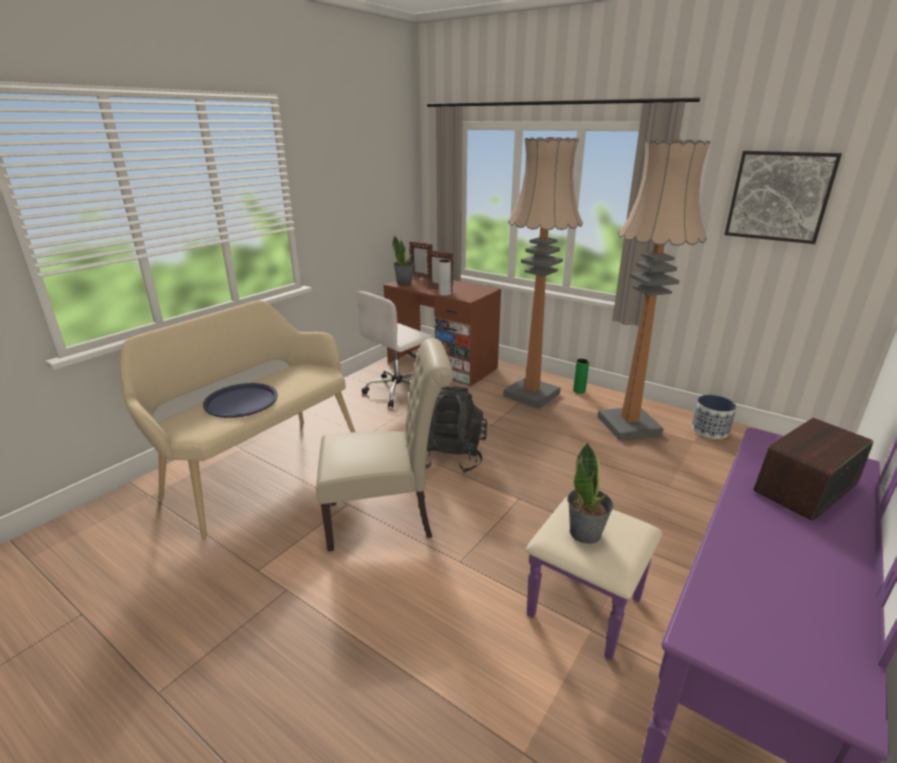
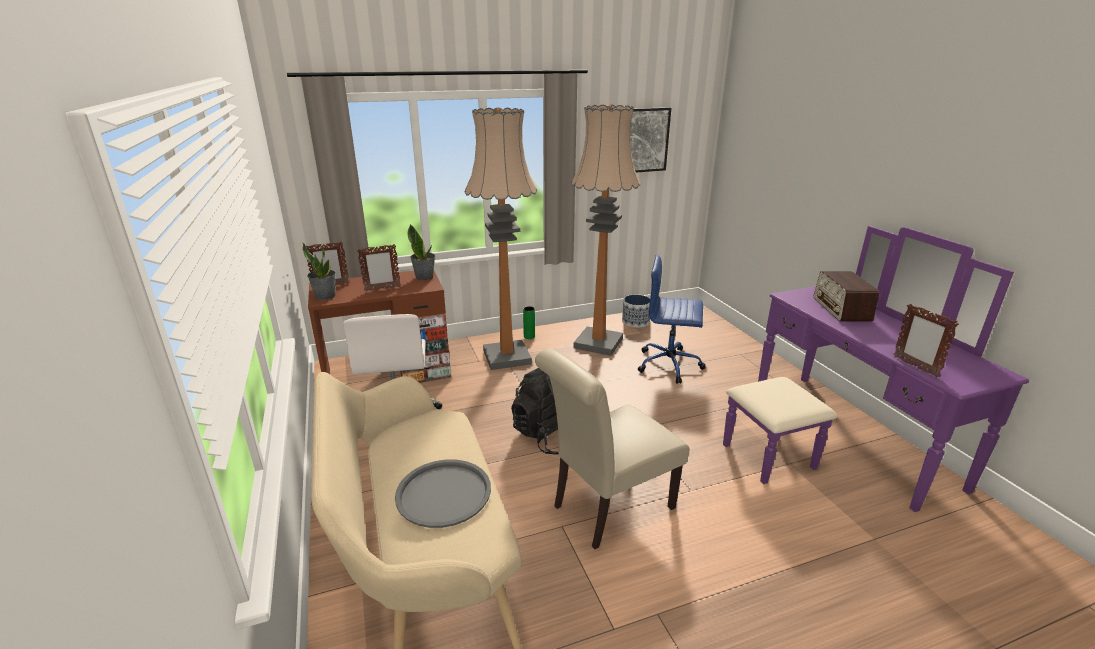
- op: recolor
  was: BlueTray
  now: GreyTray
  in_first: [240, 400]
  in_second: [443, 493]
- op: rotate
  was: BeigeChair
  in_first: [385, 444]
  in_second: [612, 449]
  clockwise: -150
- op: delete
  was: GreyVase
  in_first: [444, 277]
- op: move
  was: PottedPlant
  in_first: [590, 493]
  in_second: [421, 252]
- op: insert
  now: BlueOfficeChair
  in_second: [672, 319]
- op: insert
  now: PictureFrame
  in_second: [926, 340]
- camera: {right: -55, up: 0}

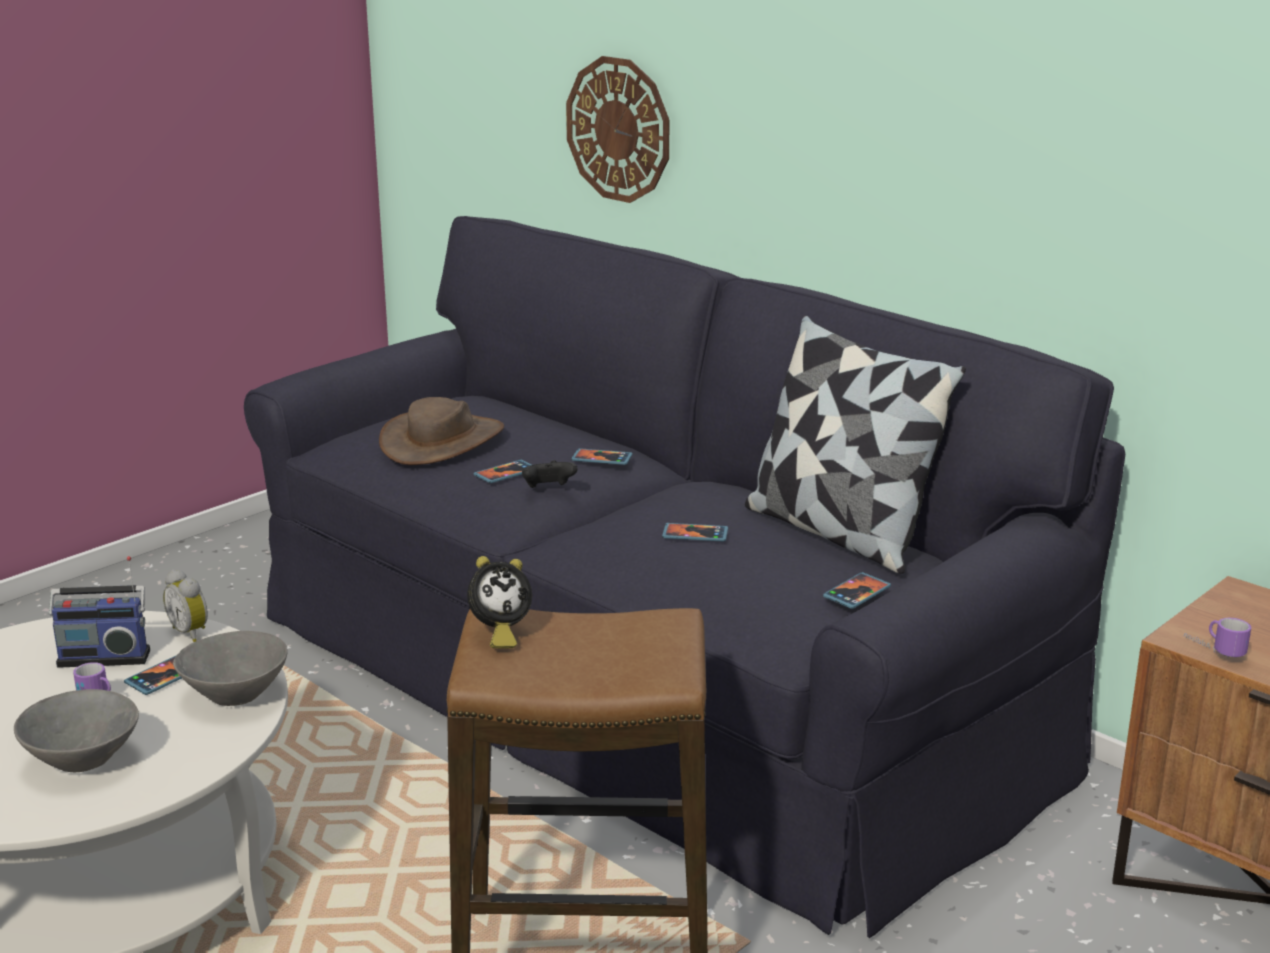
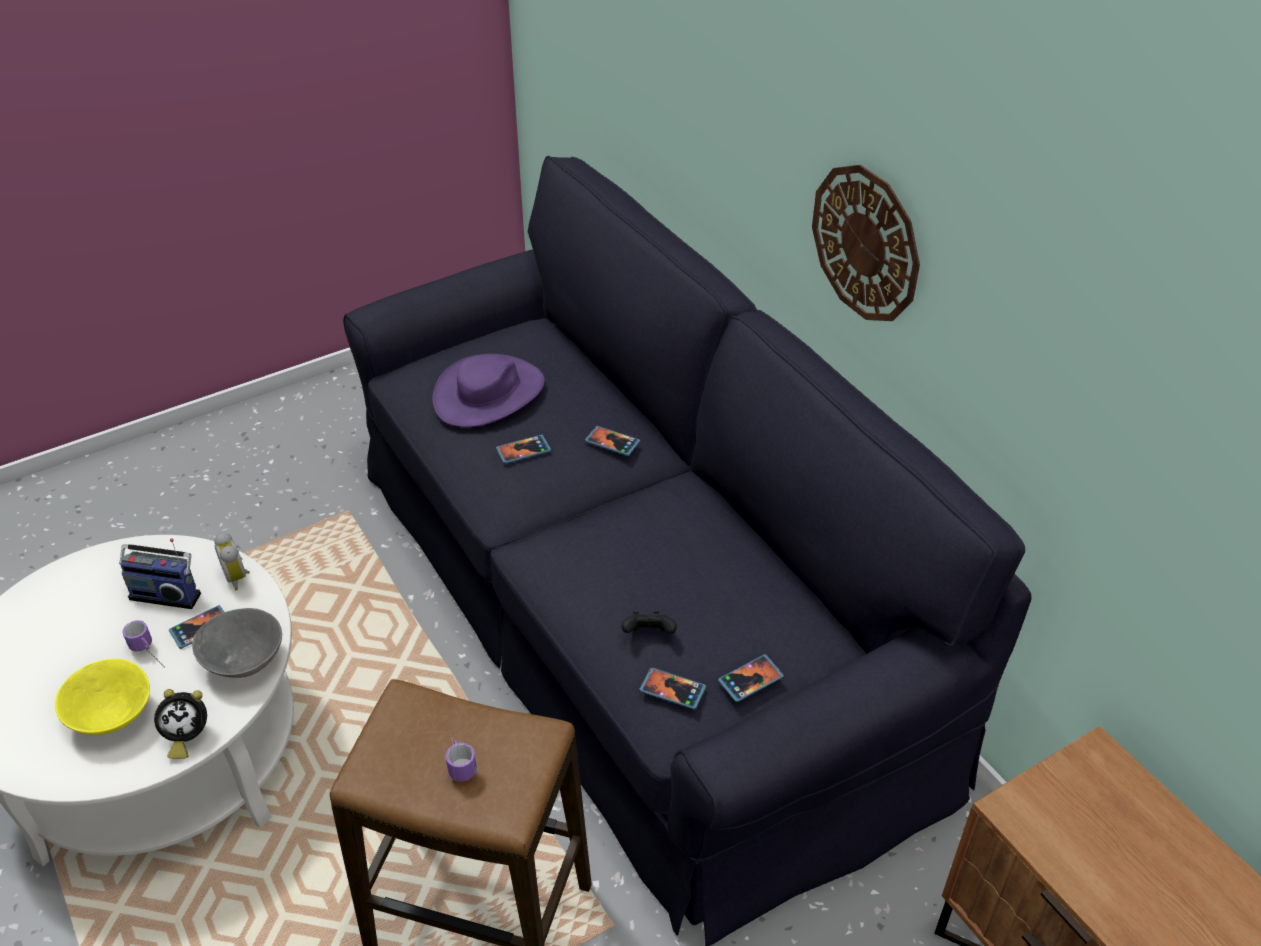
- op: recolor
  was: GreyBowl
  now: YellowBowl
  in_first: [76, 730]
  in_second: [102, 697]
- op: recolor
  was: BrownHat
  now: PurpleHat
  in_first: [441, 431]
  in_second: [488, 390]
- op: move
  was: AlarmClock
  in_first: [499, 602]
  in_second: [180, 724]
- op: move
  was: BlackGameController
  in_first: [550, 474]
  in_second: [649, 622]
- op: move
  was: WallClock
  in_first: [617, 129]
  in_second: [866, 243]
- op: move
  was: Phone
  in_first: [695, 532]
  in_second: [672, 689]
- op: delete
  was: Pillow
  in_first: [855, 444]
- op: move
  was: Mug
  in_first: [1217, 637]
  in_second: [461, 758]
- camera: {right: 15, up: 20}

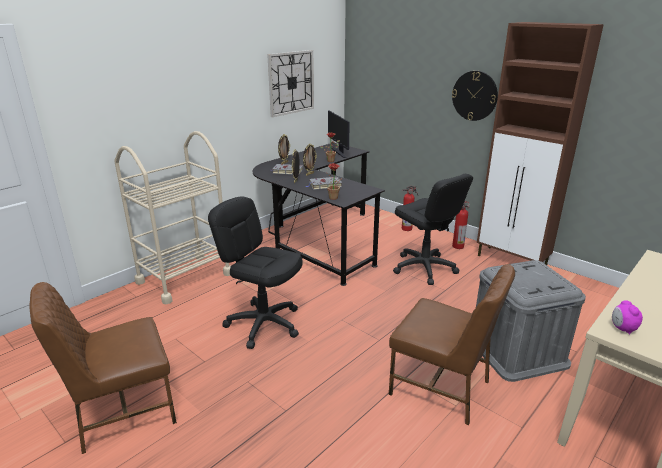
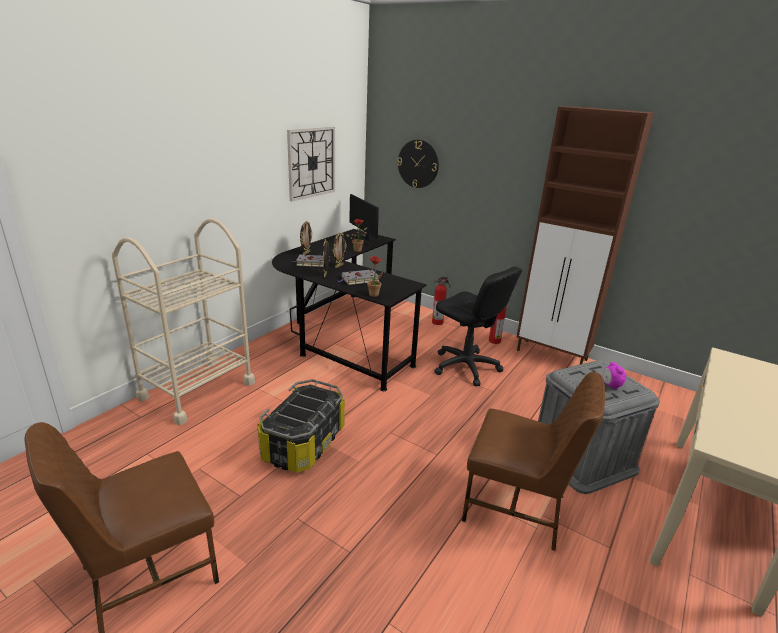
- op: replace
  was: BlackOfficeChair
  now: StorageBox
  in_first: [255, 273]
  in_second: [301, 425]
- op: move
  was: WallClock
  in_first: [475, 96]
  in_second: [418, 164]
- op: move
  was: AlarmClock
  in_first: [627, 317]
  in_second: [614, 376]
- camera: {right: -10, up: 0}

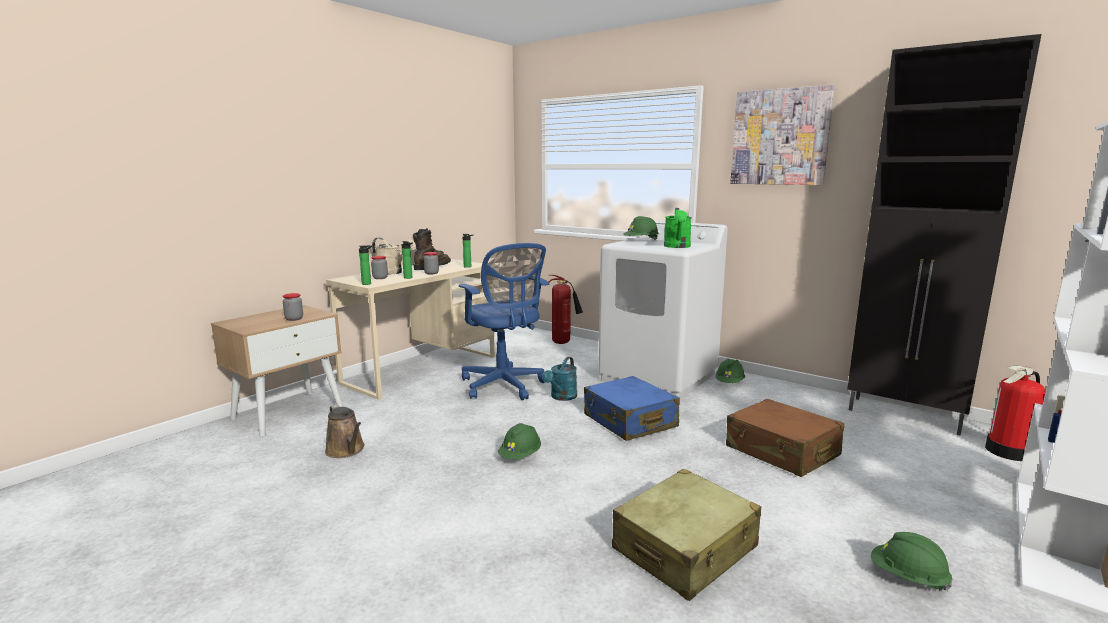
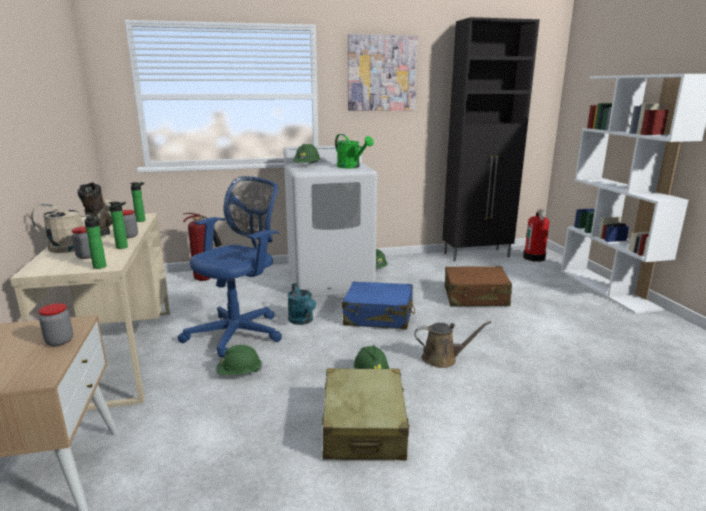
- op: move
  was: BrownWateringCan
  in_first: [345, 431]
  in_second: [452, 344]
- op: rotate
  was: BlueOfficeChair
  in_first: [504, 321]
  in_second: [230, 266]
  clockwise: -60
- op: move
  was: BeigeSuitcase
  in_first: [686, 535]
  in_second: [366, 414]
- op: move
  was: GreenHardHat
  in_first: [911, 561]
  in_second: [239, 360]
- camera: {right: -50, up: 5}

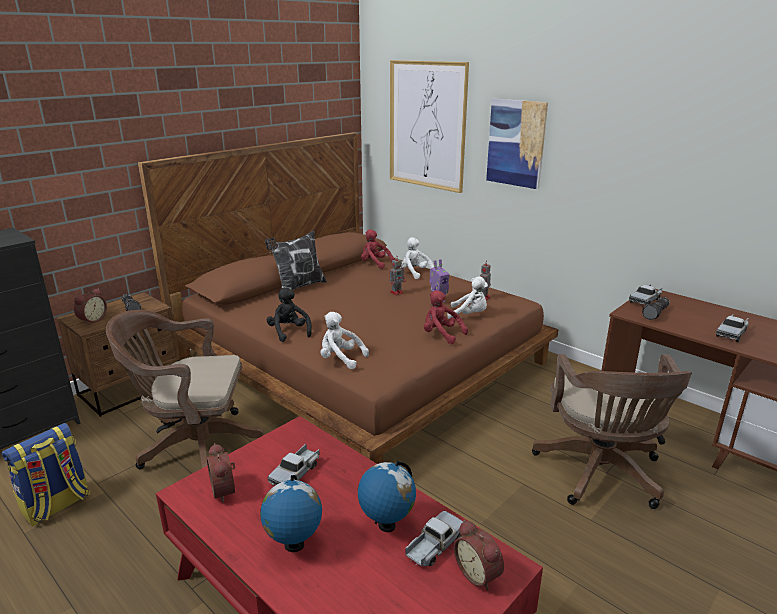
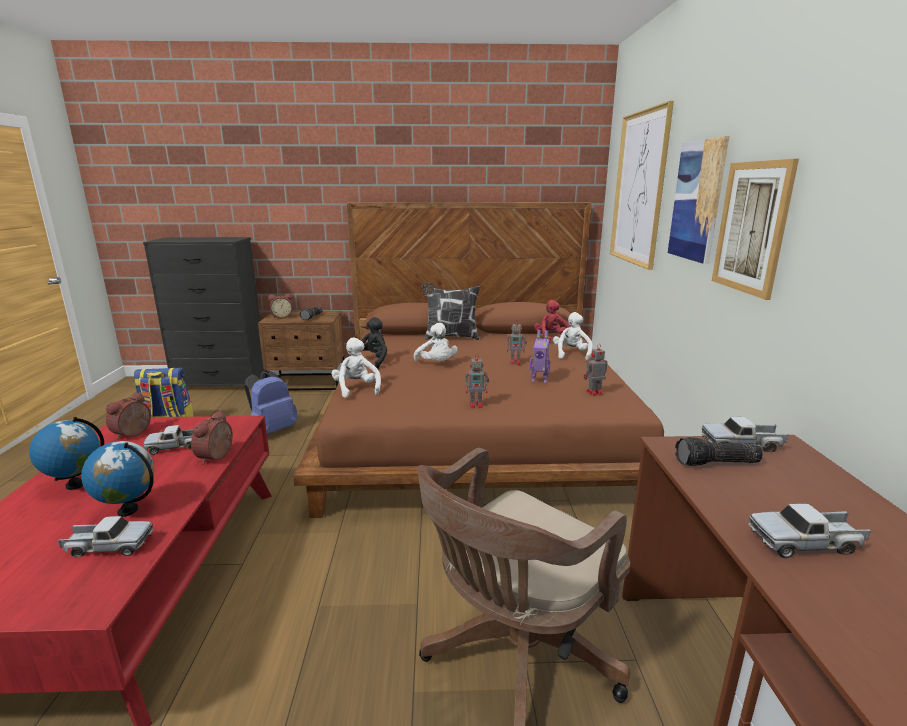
- op: replace
  was: BrownOfficeChair
  now: BlueBackpack
  in_first: [185, 389]
  in_second: [271, 402]
- op: replace
  was: RedPlushToy
  now: ToyRobot
  in_first: [446, 317]
  in_second: [477, 380]
- op: move
  was: WhitePlushToy
  in_first: [467, 297]
  in_second: [436, 342]
- op: move
  was: AlarmClock
  in_first: [479, 555]
  in_second: [212, 438]
- op: insert
  now: Picture
  in_second: [755, 229]
- camera: {right: 45, up: -5}

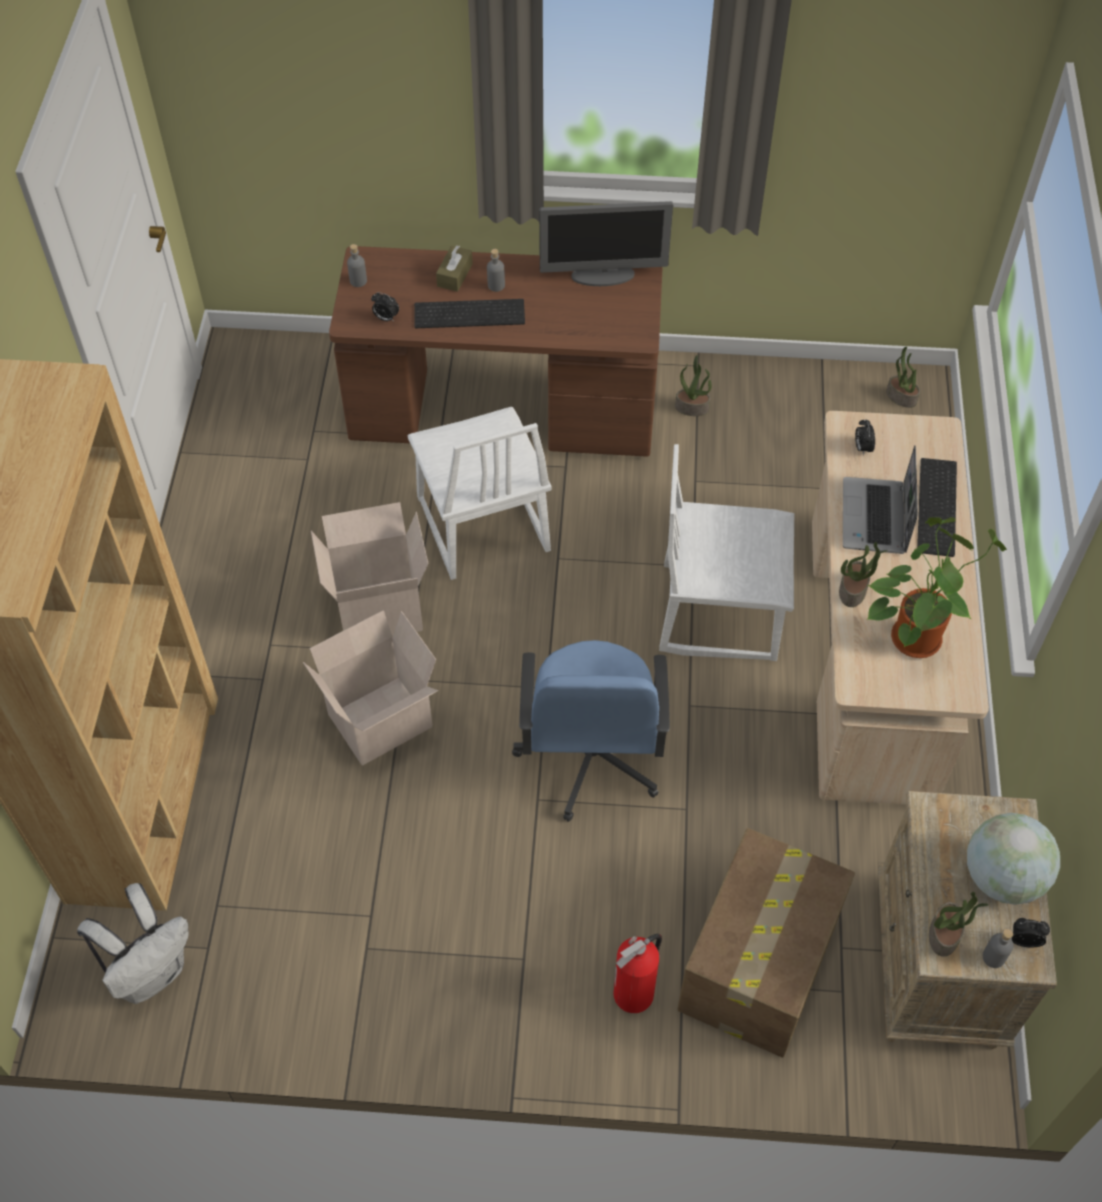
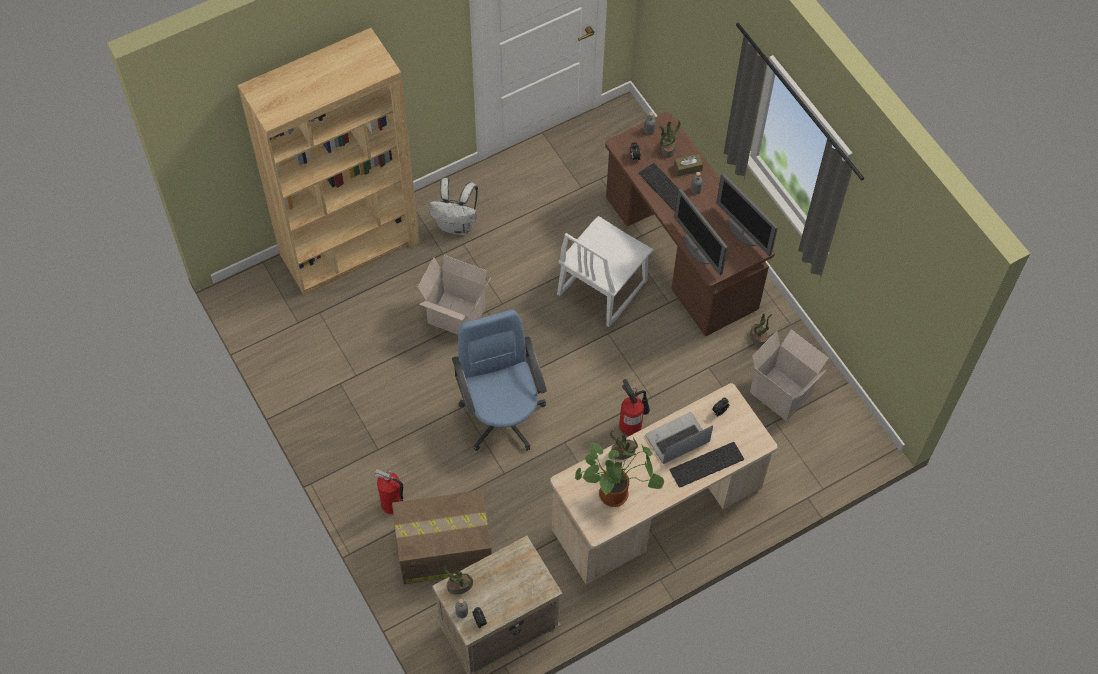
- op: move
  was: WhiteBackpack
  in_first: [133, 943]
  in_second: [453, 206]
- op: move
  was: CardboardBox
  in_first: [370, 569]
  in_second: [789, 375]
- op: rotate
  was: BlueOfficeChair
  in_first: [591, 731]
  in_second: [499, 380]
  clockwise: 105
- op: replace
  was: WhiteChair
  now: FireExtinguisher
  in_first: [726, 552]
  in_second: [634, 407]
- op: move
  was: PottedPlant
  in_first: [903, 377]
  in_second: [669, 139]
- op: delete
  was: Globe
  in_first: [1013, 859]
- op: insert
  now: Monitor
  in_second: [701, 231]
- camera: {right: 55, up: 5}

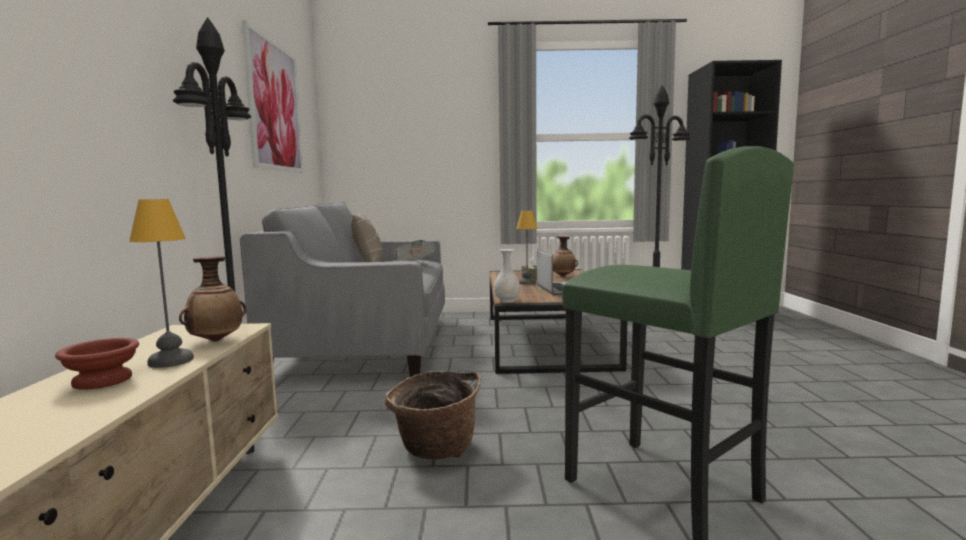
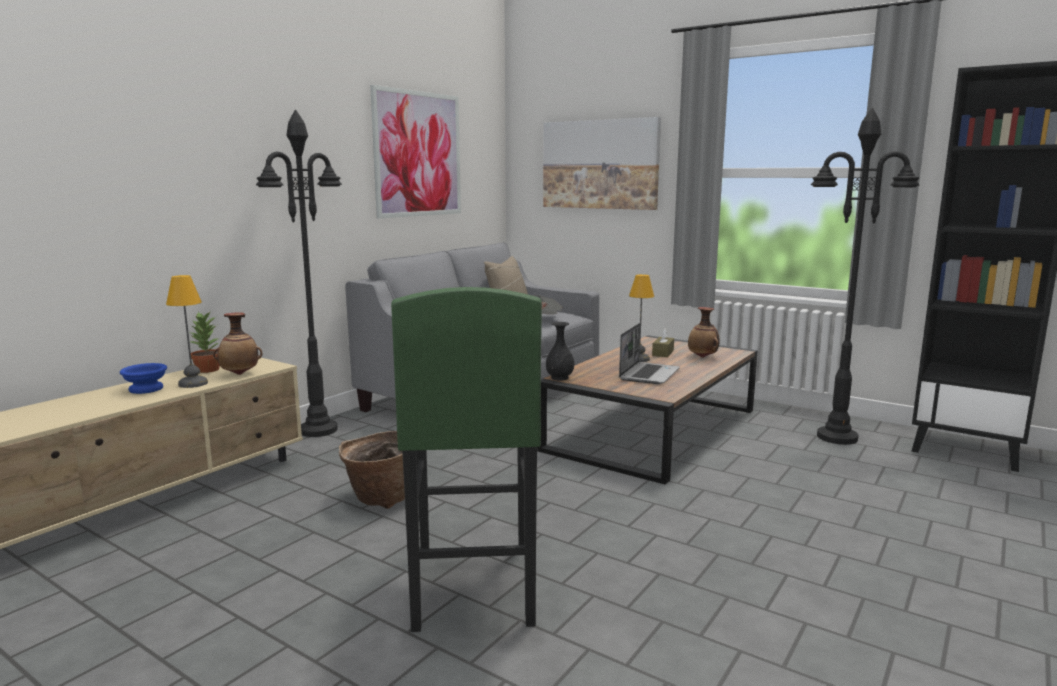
- op: recolor
  was: BrownBowl
  now: BlueBowl
  in_first: [97, 364]
  in_second: [143, 378]
- op: recolor
  was: WhiteVase
  now: BlackVase
  in_first: [507, 276]
  in_second: [560, 351]
- op: insert
  now: PottedPlant
  in_second: [205, 342]
- op: insert
  now: Picture
  in_second: [602, 163]
- camera: {right: 35, up: 5}

